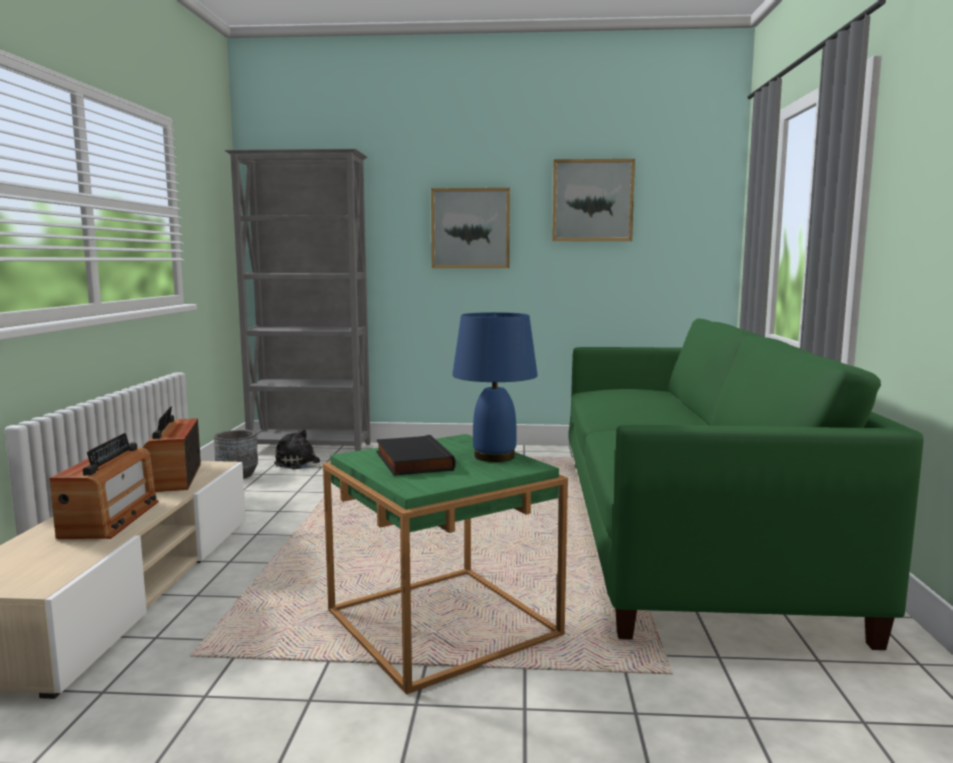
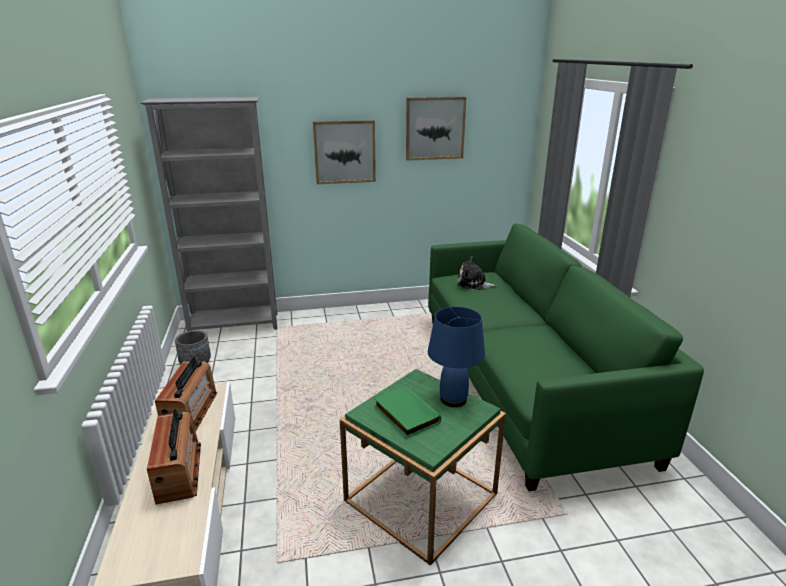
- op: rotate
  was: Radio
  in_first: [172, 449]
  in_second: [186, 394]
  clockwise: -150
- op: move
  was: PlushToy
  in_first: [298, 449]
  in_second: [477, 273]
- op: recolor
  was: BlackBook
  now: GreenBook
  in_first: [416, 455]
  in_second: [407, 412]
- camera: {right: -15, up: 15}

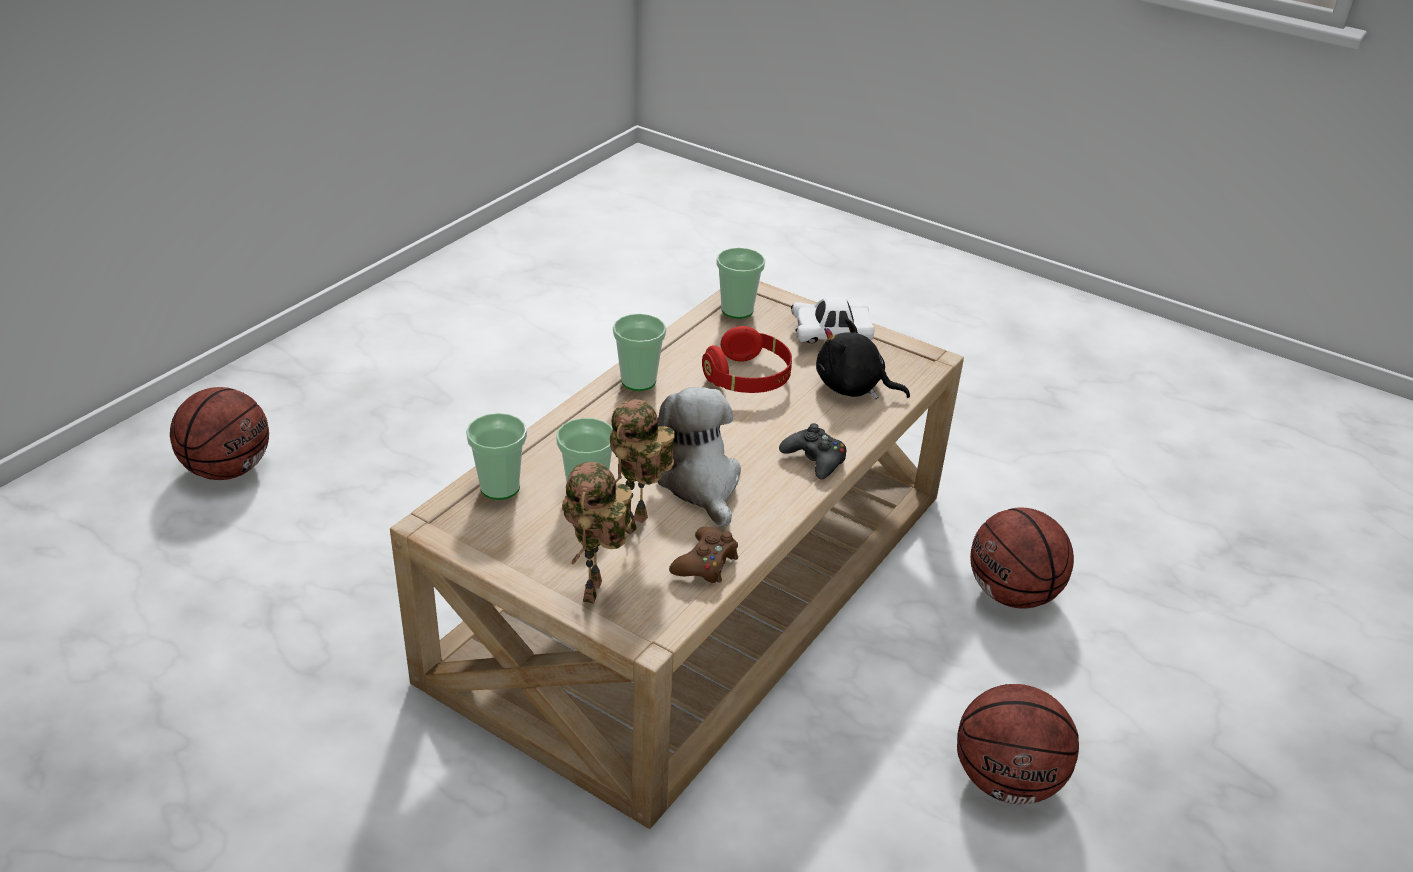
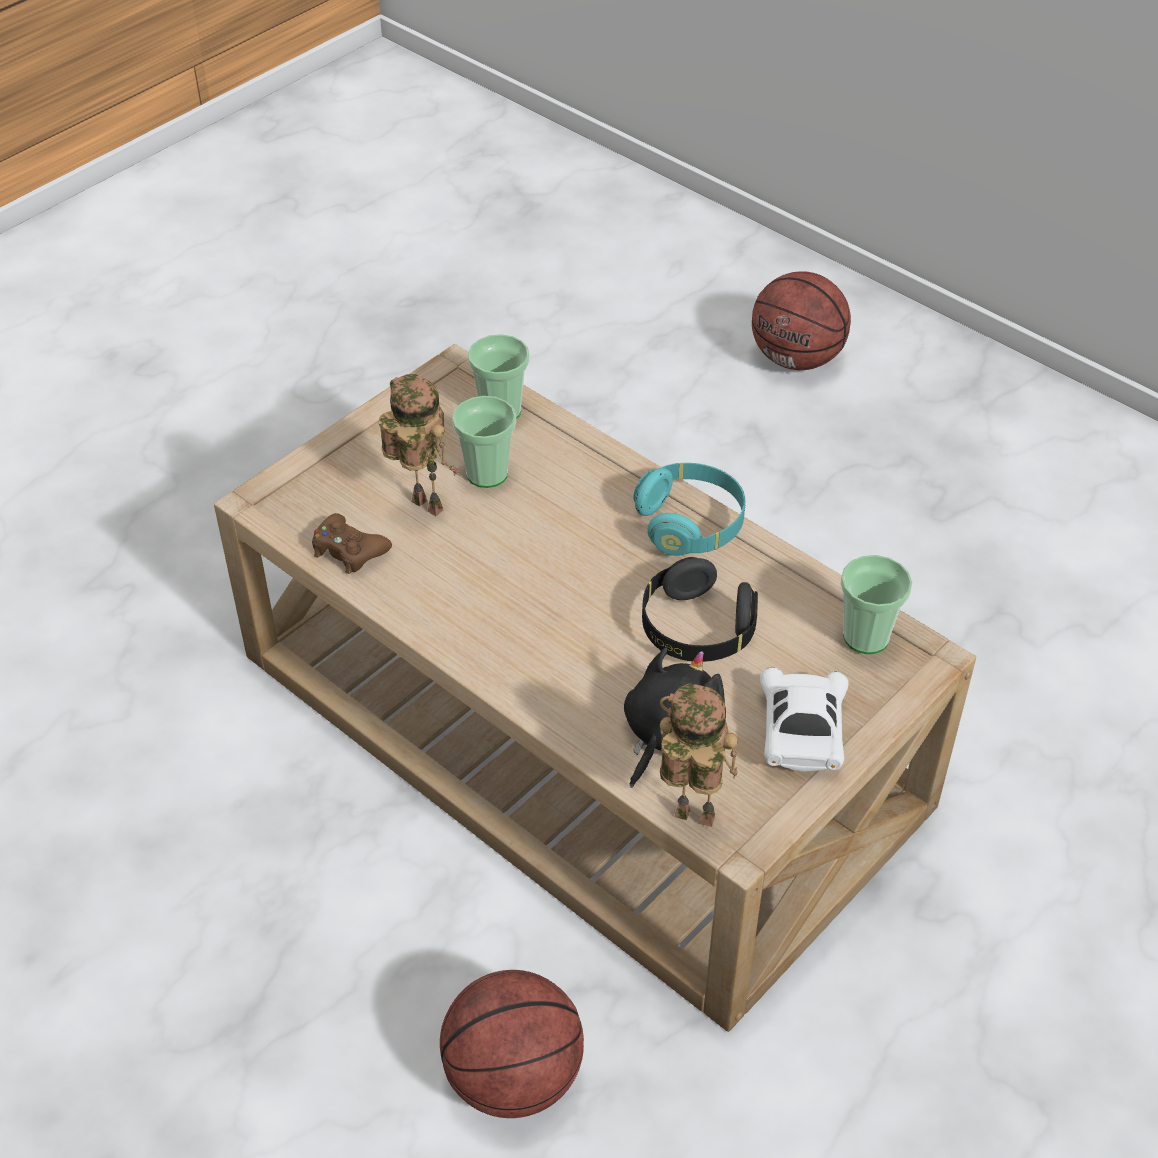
- op: move
  was: ToyRobot
  in_first: [597, 532]
  in_second: [699, 755]
- op: replace
  was: Cup
  now: TurquoiseHeadphones
  in_first: [639, 352]
  in_second: [689, 509]
- op: delete
  was: PlushToy
  in_first: [699, 457]
- op: recolor
  was: RedHeadphones
  now: BlackHeadphones
  in_first: [747, 359]
  in_second: [700, 609]
- op: delete
  was: BlackGameController
  in_first: [812, 451]
- op: delete
  was: Basketball
  in_first: [1018, 744]
- camera: {right: 100, up: 10}

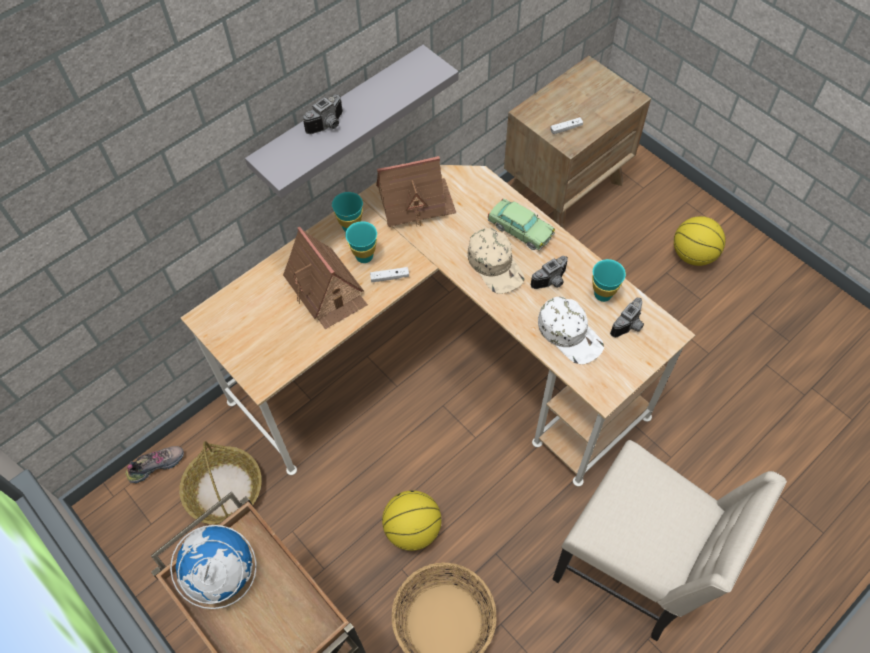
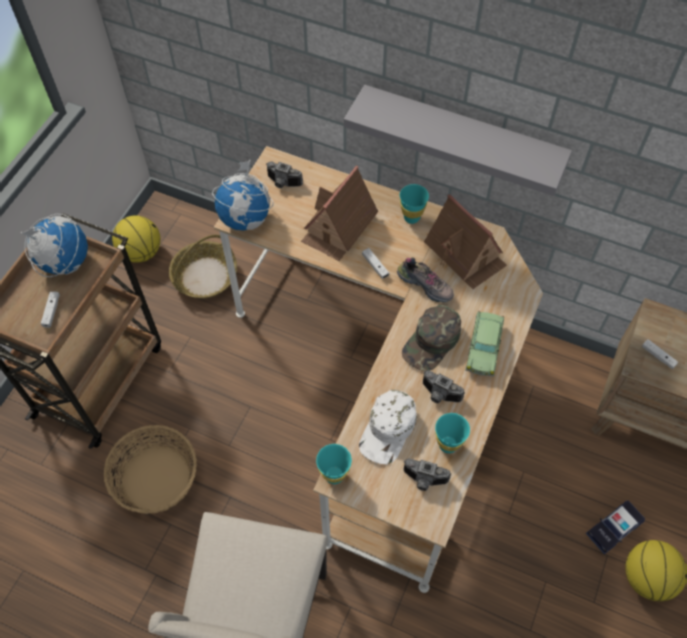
- op: move
  was: Shoe
  in_first: [154, 465]
  in_second: [425, 280]
- op: move
  was: PhotoCamera
  in_first: [323, 114]
  in_second: [284, 175]
- op: move
  was: TurquoiseCup
  in_first: [361, 242]
  in_second: [334, 464]
- op: move
  was: Basketball
  in_first: [411, 520]
  in_second: [136, 239]
- op: recolor
  was: BeigeCap
  now: GreenCap
  in_first: [496, 261]
  in_second: [431, 338]
- op: insert
  now: WhiteGameController
  in_second: [50, 309]
- op: insert
  now: Globe
  in_second: [242, 195]
- op: insert
  now: ToyCar
  in_second: [615, 527]
- camera: {right: 65, up: 0}

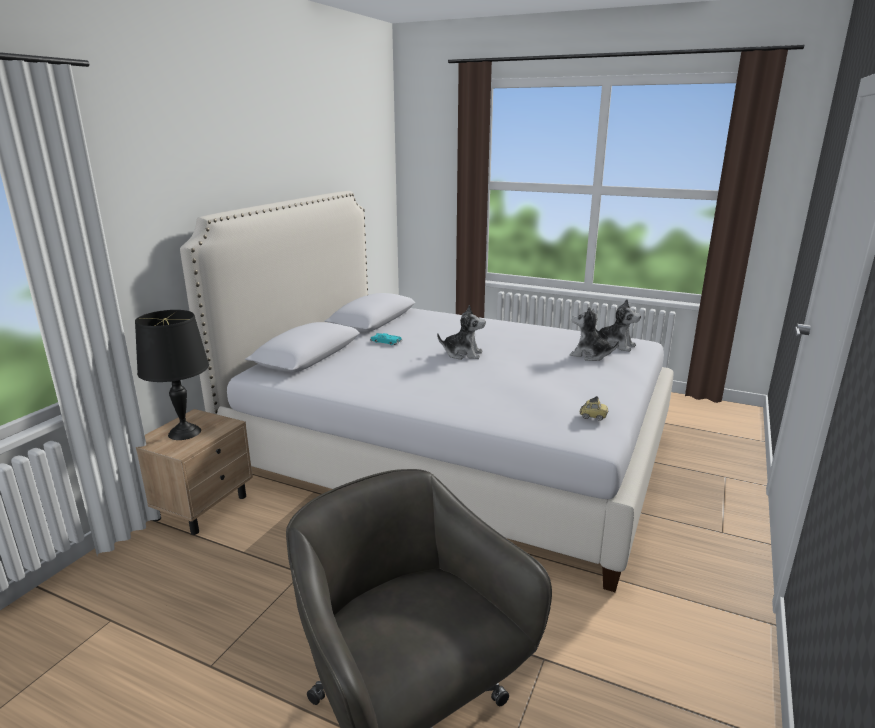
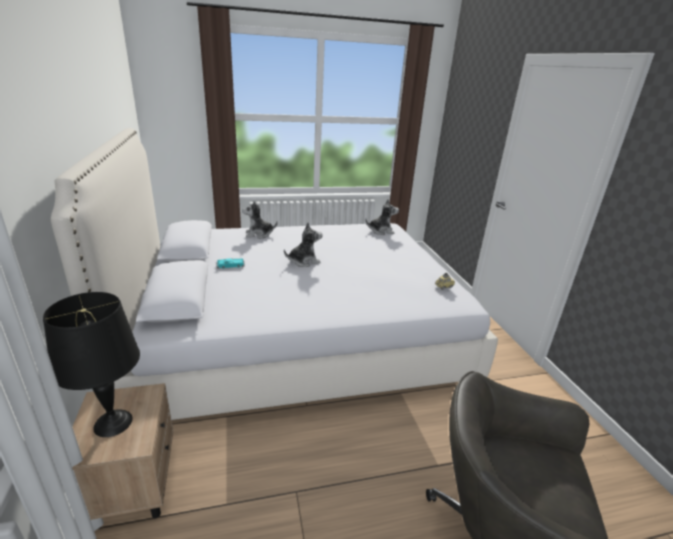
- op: move
  was: PlushToy
  in_first: [594, 334]
  in_second: [260, 220]
- camera: {right: -40, up: 5}

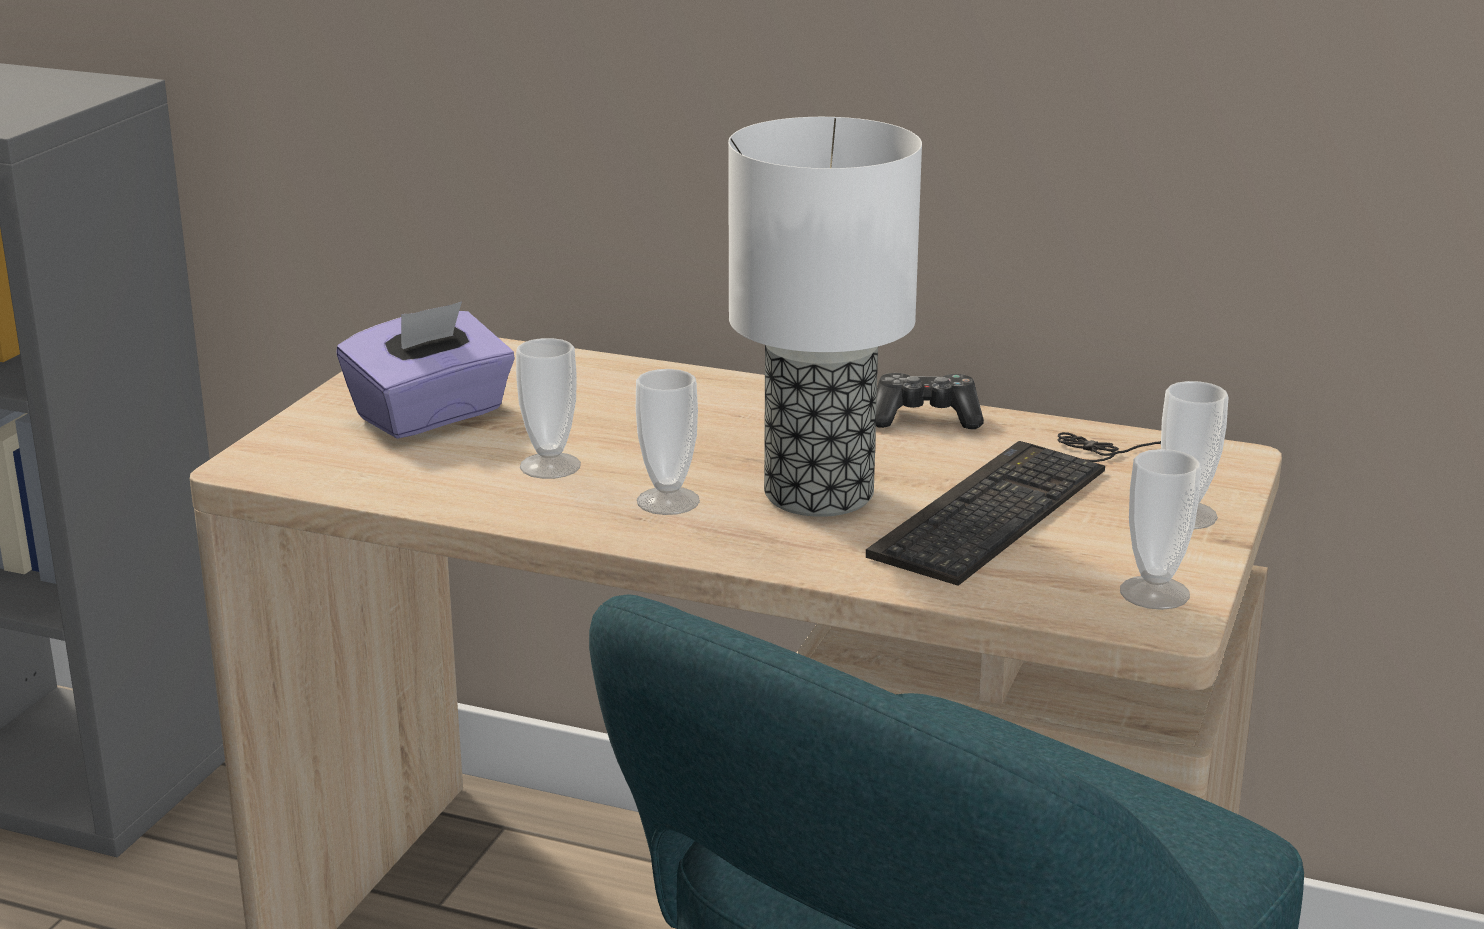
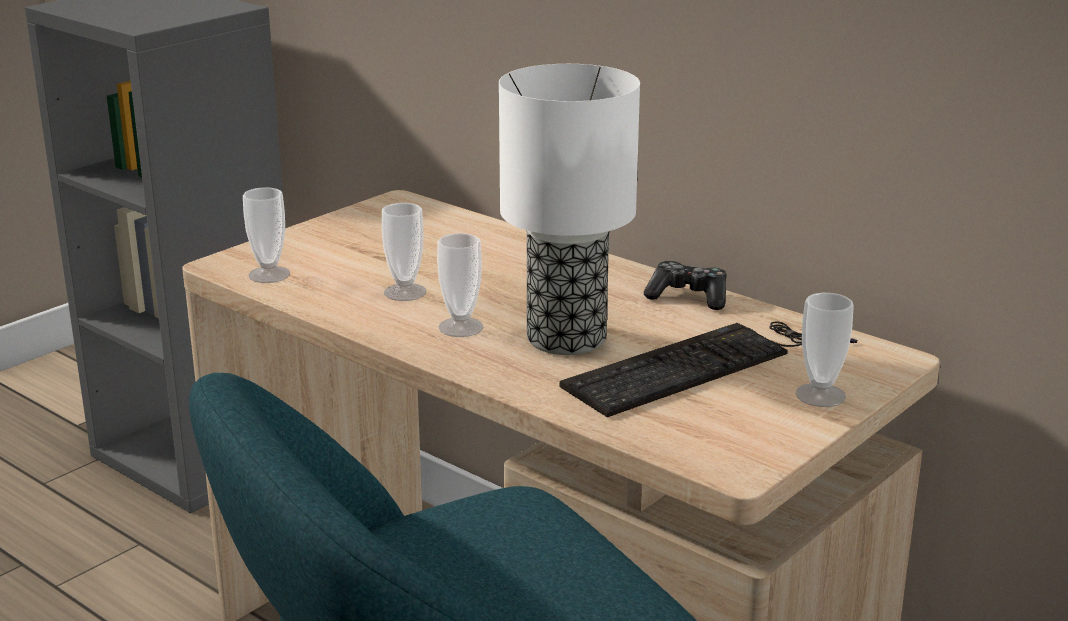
- op: delete
  was: PurpleTissueBox
  in_first: [425, 370]
- op: move
  was: Cup
  in_first: [1160, 529]
  in_second: [266, 235]
- camera: {right: 20, up: 0}

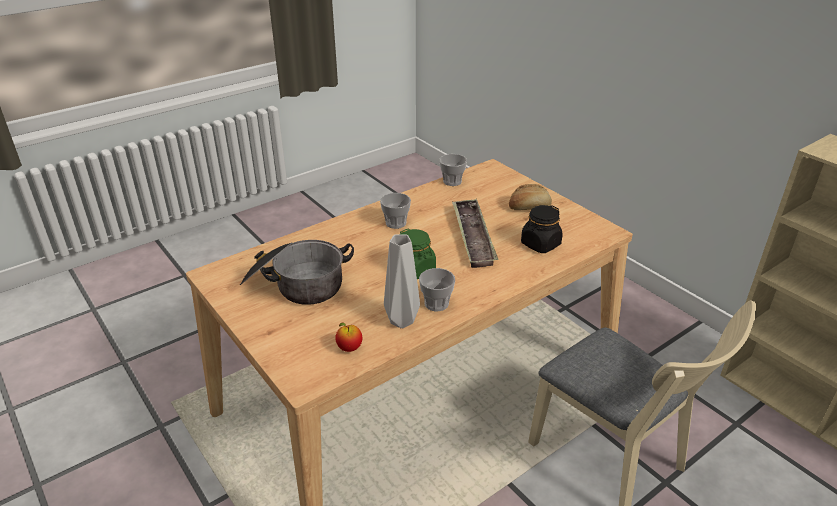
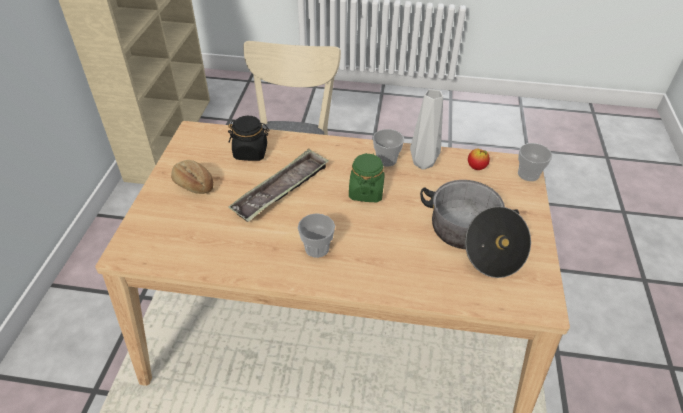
- op: move
  was: Cup
  in_first: [453, 170]
  in_second: [535, 162]
- camera: {right: -135, up: 10}

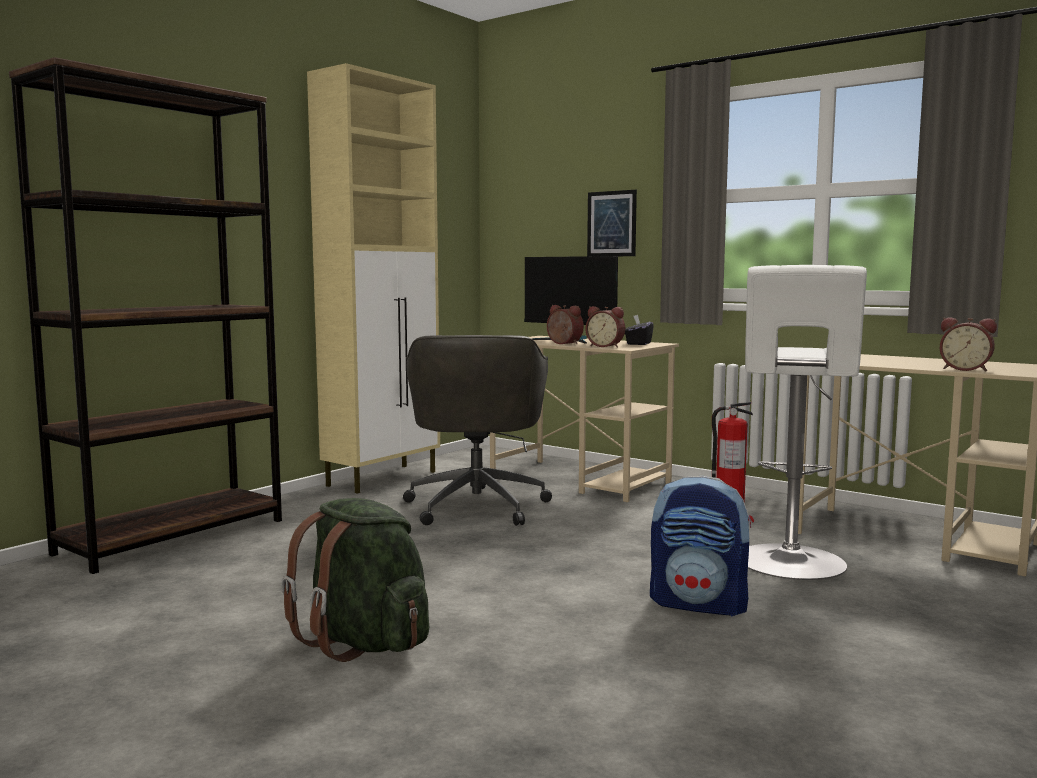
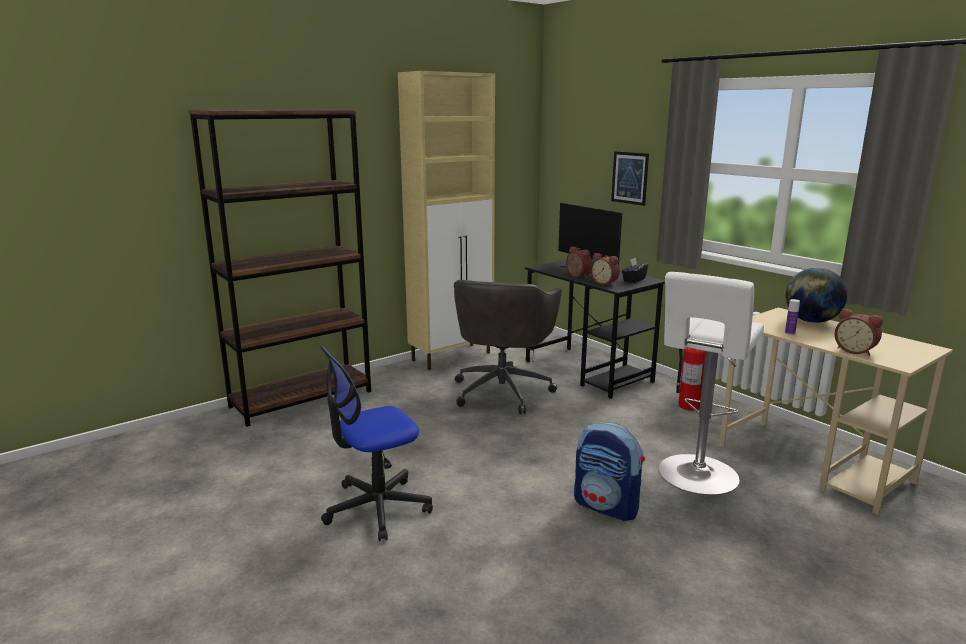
- op: replace
  was: GreenBackpack
  now: OfficeChair
  in_first: [355, 580]
  in_second: [376, 443]
- op: recolor
  was: BeigeDesk
  now: BlackDesk
  in_first: [584, 419]
  in_second: [595, 329]
- op: insert
  now: Bottle
  in_second: [792, 317]
- op: insert
  now: Globe
  in_second: [816, 295]
- camera: {right: 15, up: 10}

